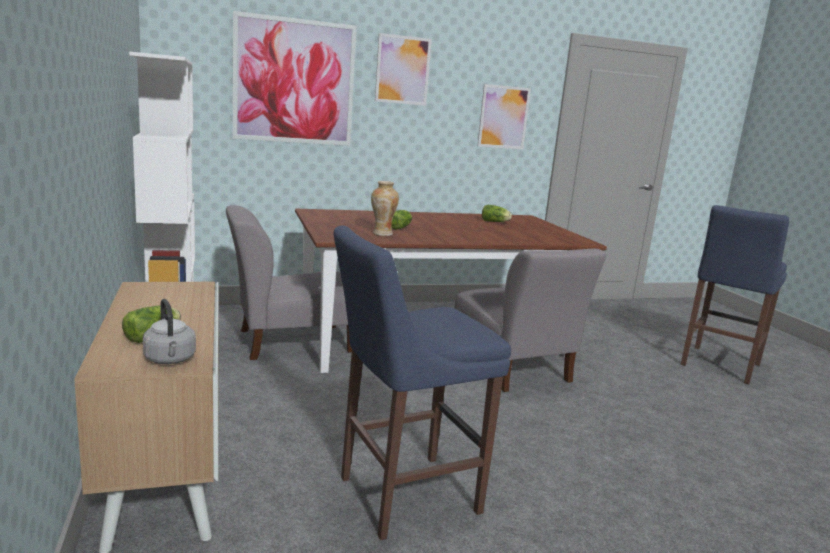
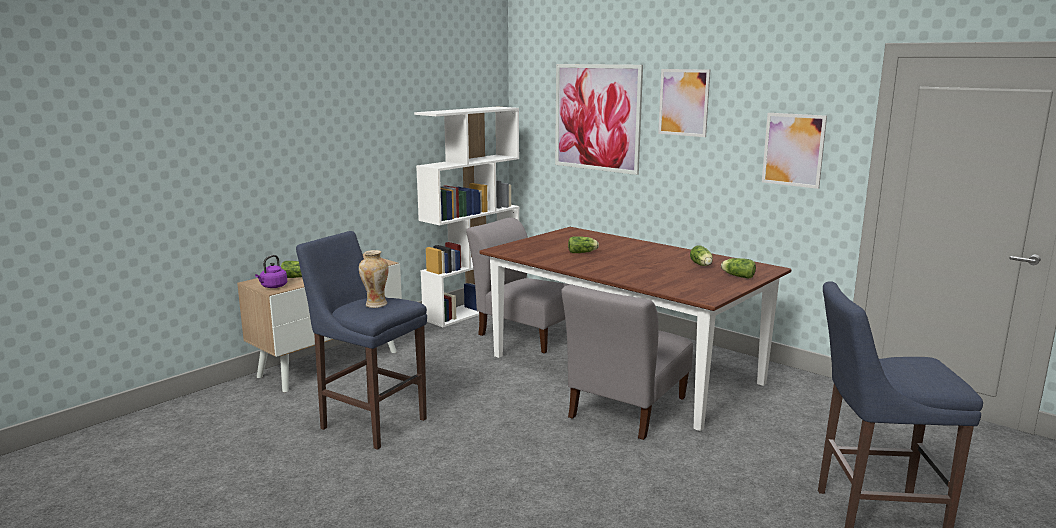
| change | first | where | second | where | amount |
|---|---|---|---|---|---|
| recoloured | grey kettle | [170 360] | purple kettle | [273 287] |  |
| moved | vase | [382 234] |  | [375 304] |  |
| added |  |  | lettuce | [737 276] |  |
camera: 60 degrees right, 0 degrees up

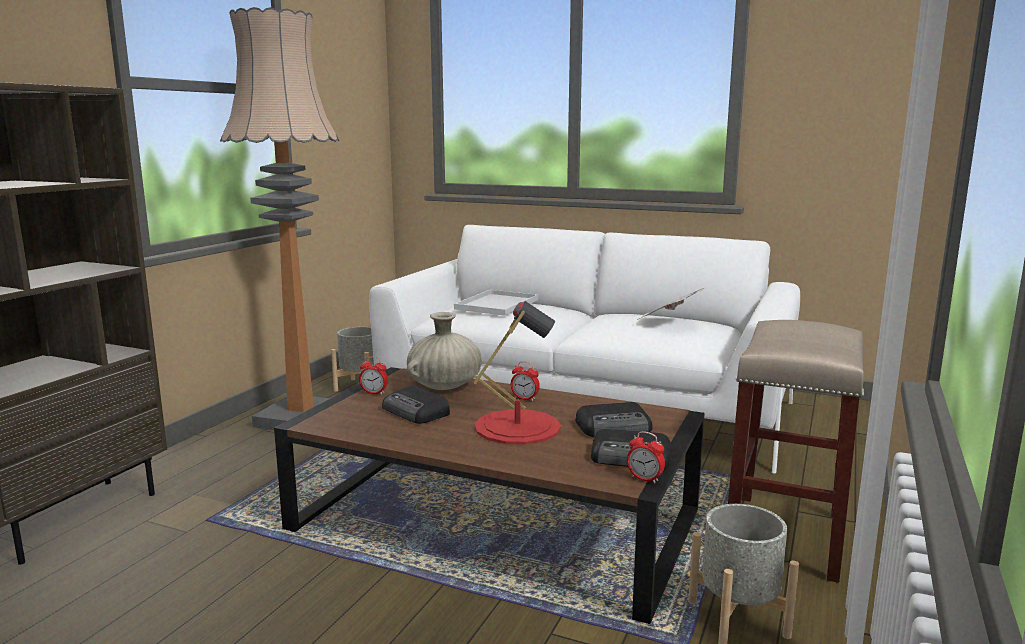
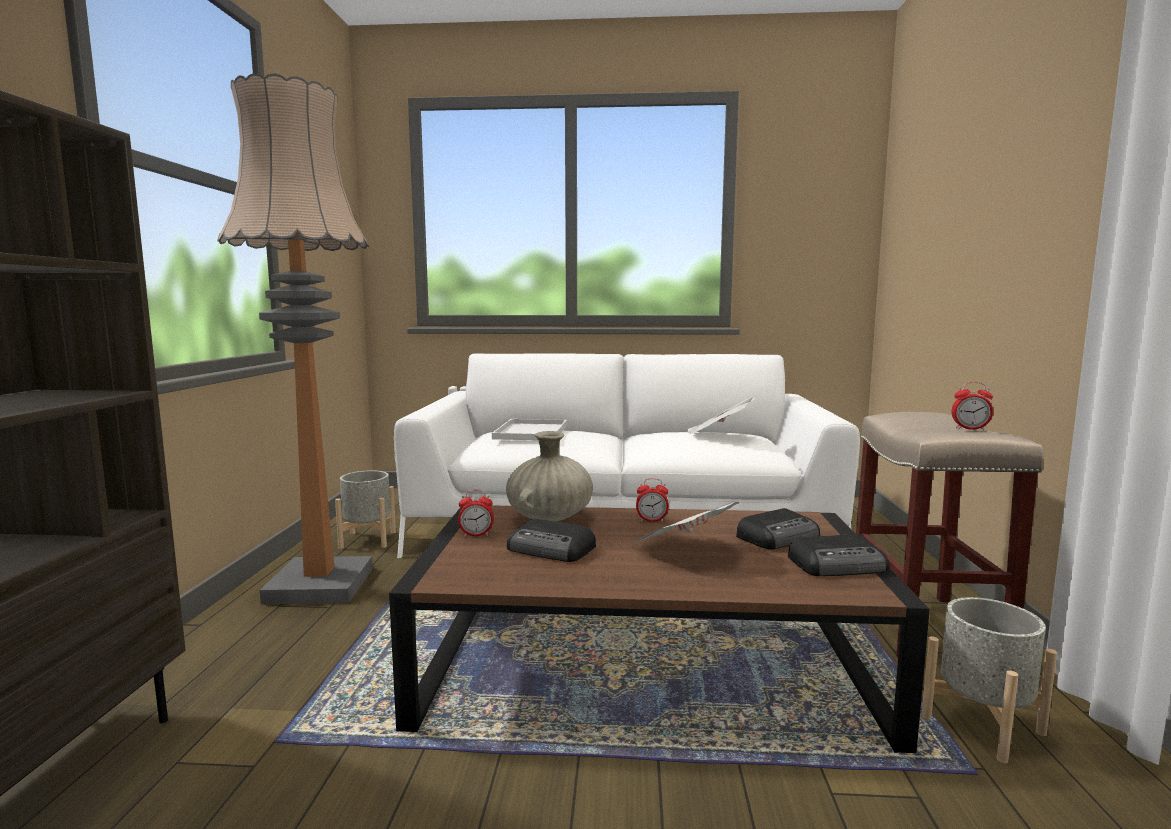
| change | first | where | second | where | amount |
|---|---|---|---|---|---|
| replaced | red table lamp | [517 427] | newspaper | [683 550] |  |
| moved | alarm clock | [645 479] |  | [970 429] |  |
camera: 20 degrees left, 5 degrees down

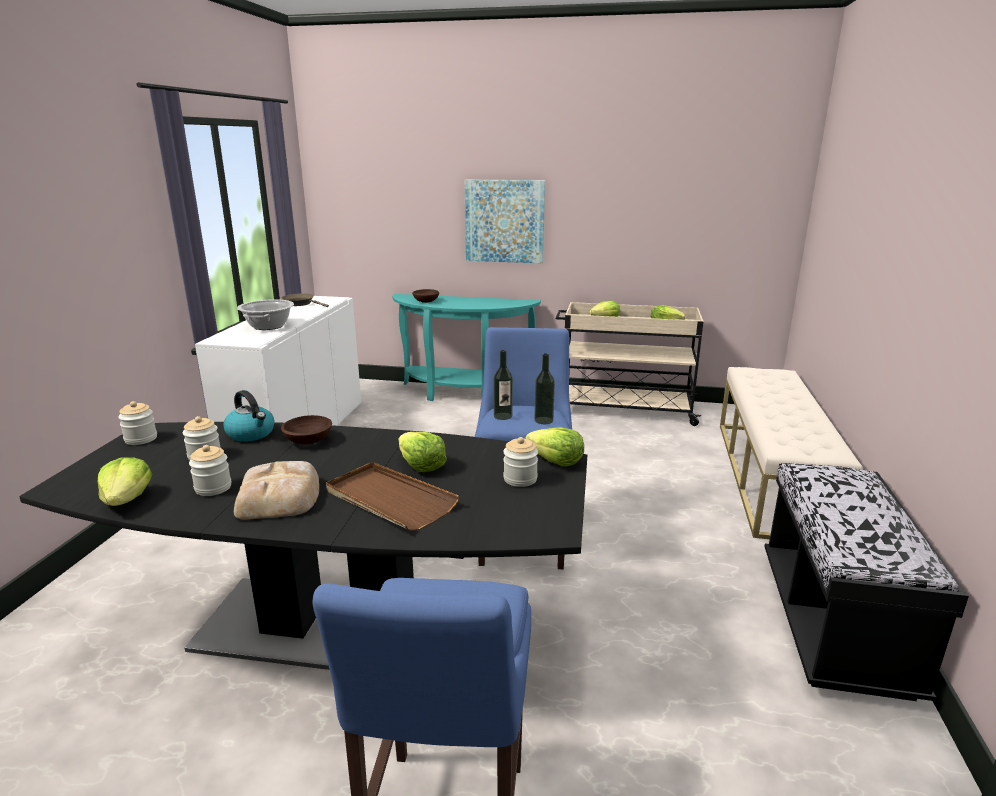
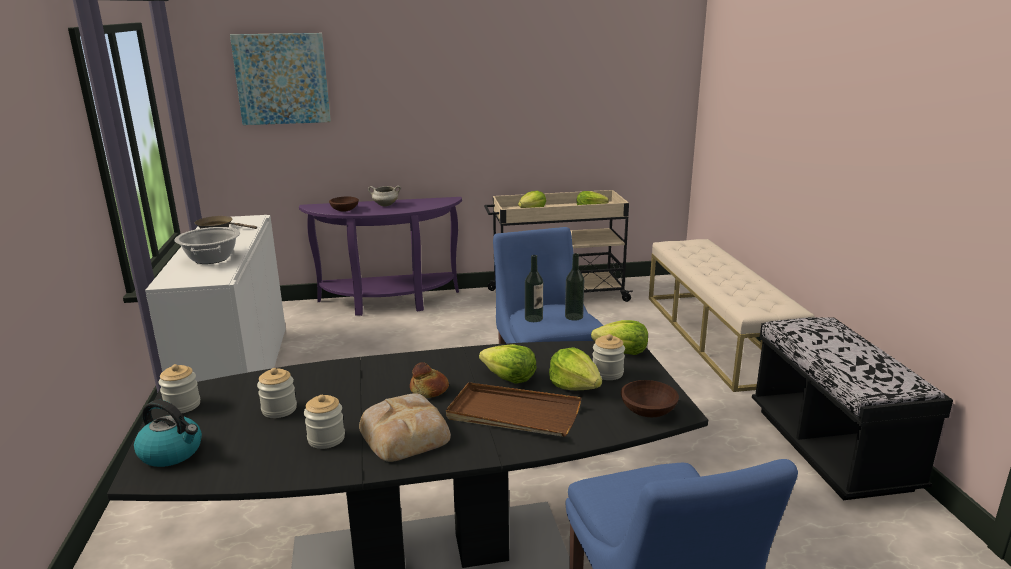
| change | first | where | second | where | amount |
|---|---|---|---|---|---|
| moved | lettuce | [127 500] |  | [575 385] |  |
| moved | kettle | [251 434] |  | [172 452] |  |
| moved | brown bowl | [308 440] |  | [647 411] |  |
| recoloured | turquoise console table | [463 393] | purple console table | [389 303] |  |
| moved | picture | [504 221] |  | [282 79] |  |
| added |  |  | white cooking pot | [385 205] |  |
| added |  |  | bread | [429 390] |  |
camera: 20 degrees left, 0 degrees up

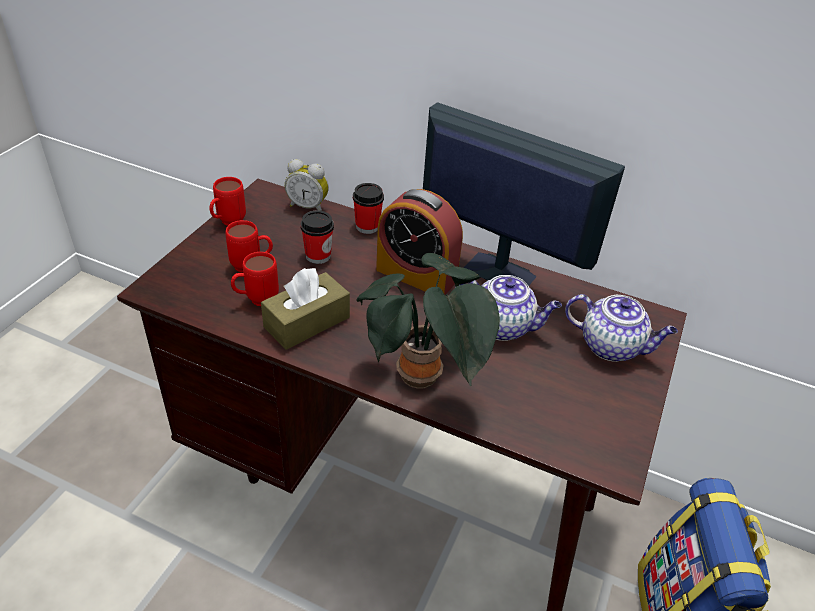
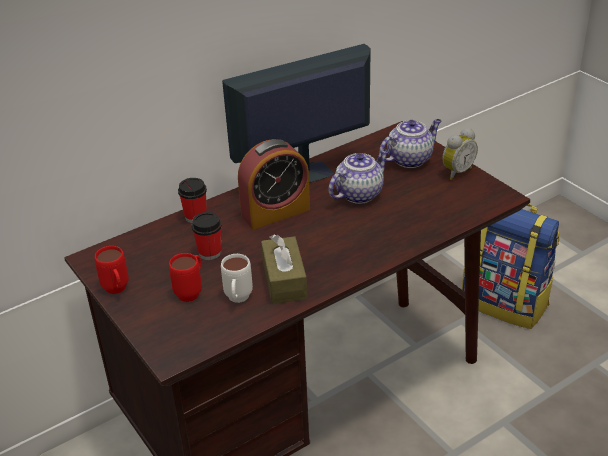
| change | first | where | second | where | amount |
|---|---|---|---|---|---|
| recoloured | red mug | [256 301] | white mug | [237 300] |  |
| moved | alarm clock | [308 207] |  | [456 172] |  |
| removed | potted plant | [422 379] |  |  |  |
camera: 55 degrees left, 5 degrees down

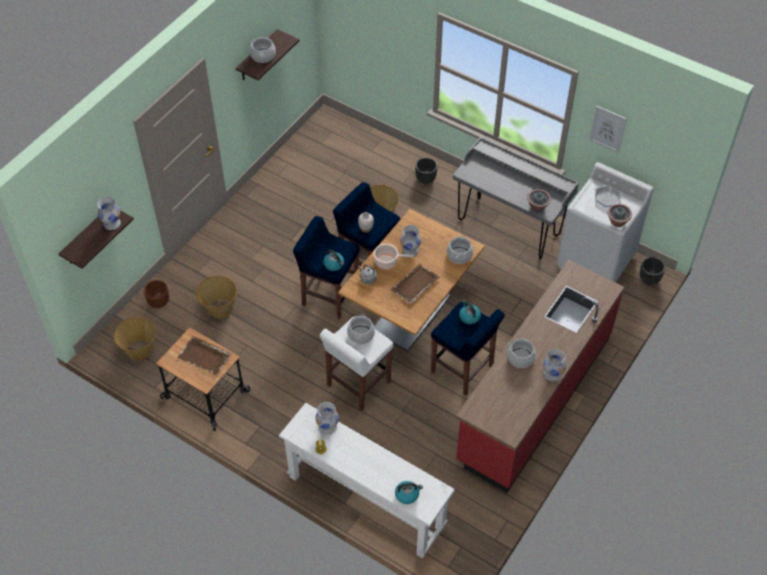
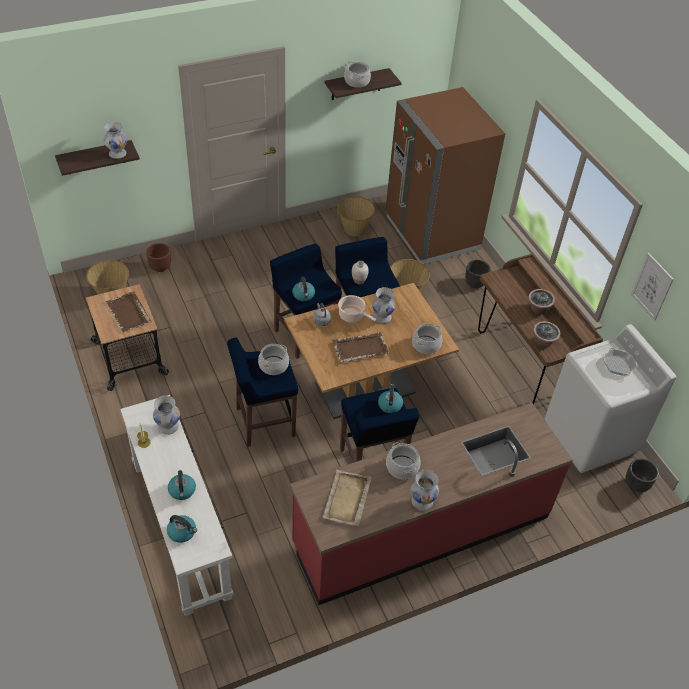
| change | first | where | second | where | amount |
|---|---|---|---|---|---|
| moved | basket | [219 308] |  | [354 228] |  |
| recoloured | white stool | [357 384] | blue stool | [264 422] |  |
| recoloured | grey desk | [509 227] | brown desk | [523 362] |  |
| moved | potted plant | [617 222] |  | [538 309] |  |
| added |  |  | kettle | [182 491] |  |
| added |  |  | beige tray | [347 499] |  |
| added |  |  | brown fridge | [431 233] |  |
camera: 30 degrees right, 5 degrees down

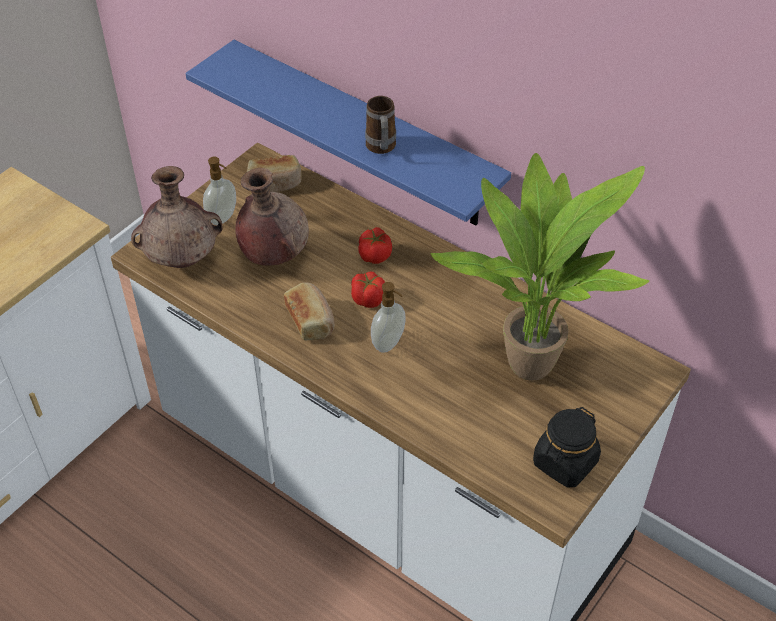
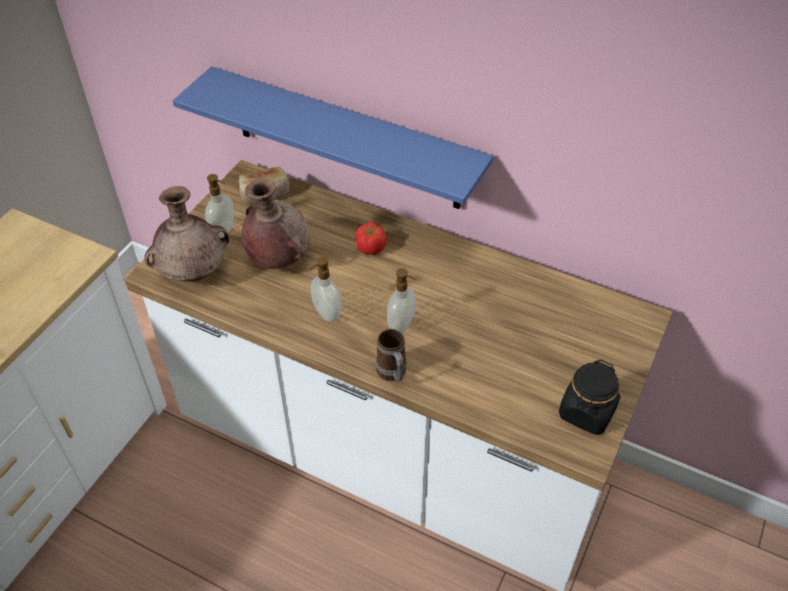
| change | first | where | second | where | amount |
|---|---|---|---|---|---|
| replaced | bread | [311 320] | soap dispenser | [326 313] |  |
| removed | tomato | [368 299] |  |  |  |
| moved | mug | [381 149] |  | [393 375] |  |
| removed | potted plant | [528 360] |  |  |  |
camera: 10 degrees left, 0 degrees up

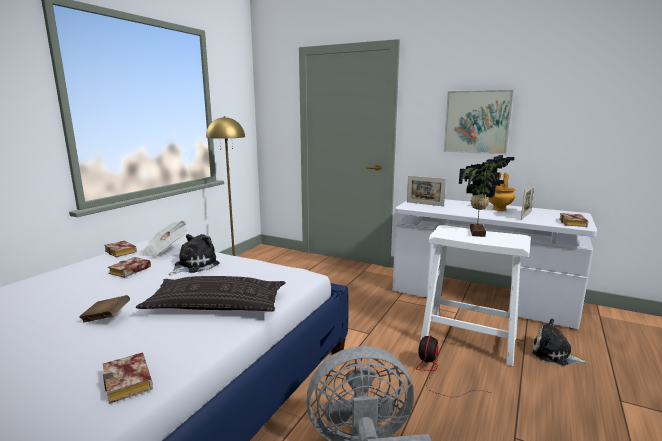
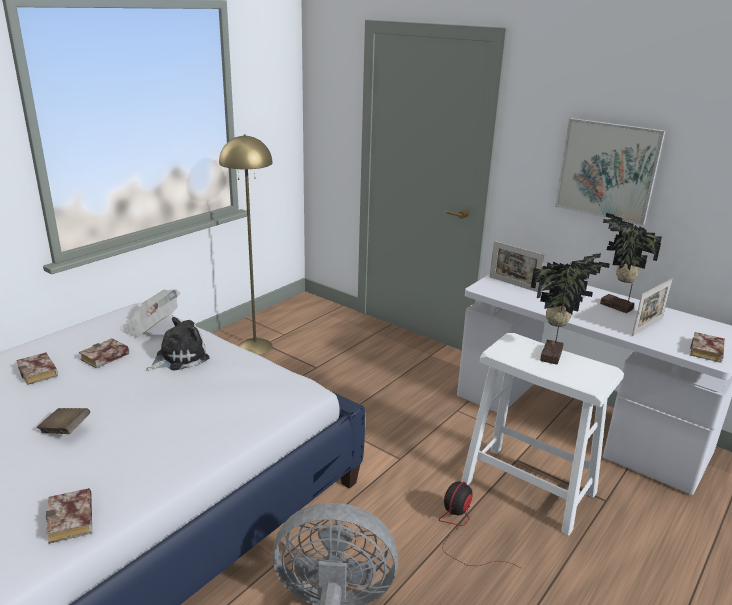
| change | first | where | second | where | amount |
|---|---|---|---|---|---|
| moved | book | [122 252] |  | [40 372] |  |
| removed | pillow | [215 304] |  |  |  |
| replaced | brown vase | [498 209] | potted plant | [616 307] |  |
| removed | plush toy | [554 354] |  |  |  |
camera: 10 degrees right, 10 degrees up

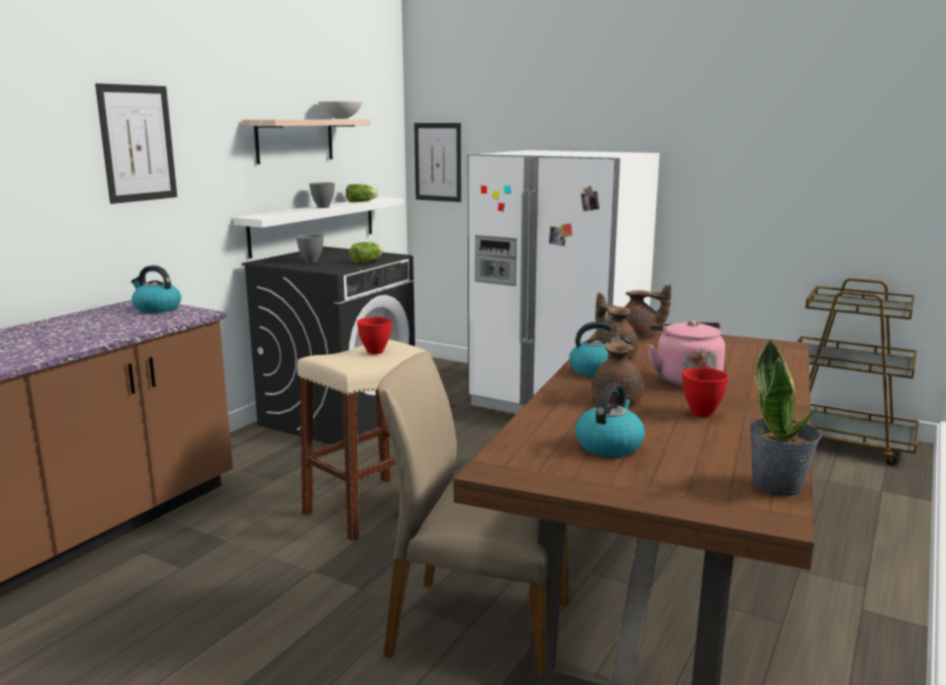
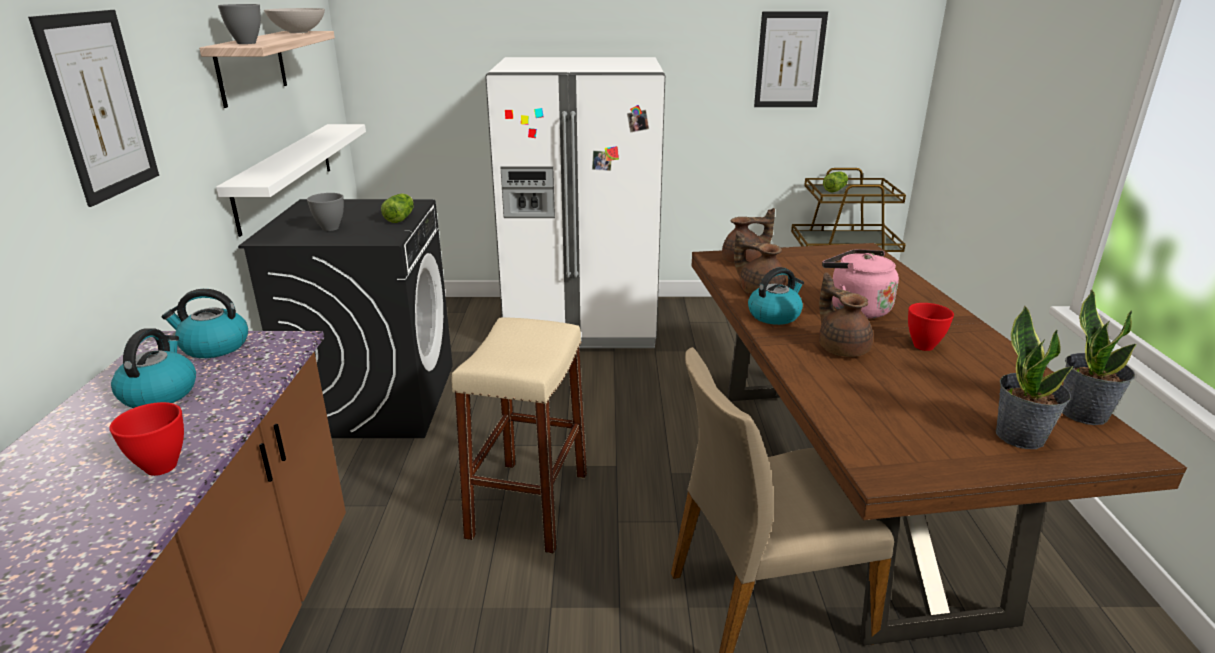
| change | first | where | second | where | amount |
|---|---|---|---|---|---|
| moved | grey bowl | [323 207] |  | [247 43] |  |
| moved | lettuce | [362 201] |  | [836 189] |  |
| moved | red bowl | [374 352] |  | [160 467] |  |
| moved | picture | [438 162] |  | [789 60] |  |
| moved | kettle | [609 445] |  | [159 393] |  |
| added |  |  | potted plant | [1020 436] |  |
camera: 30 degrees left, 10 degrees up

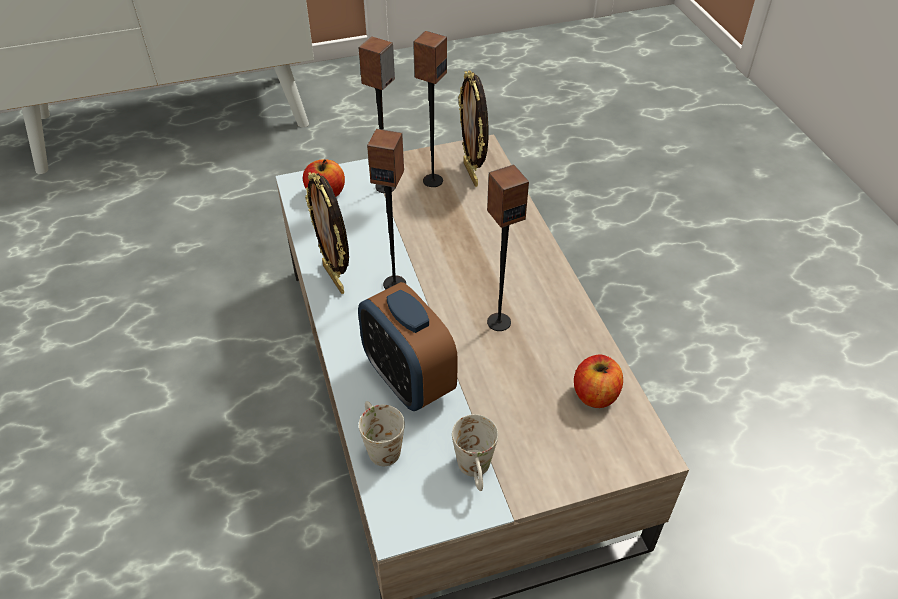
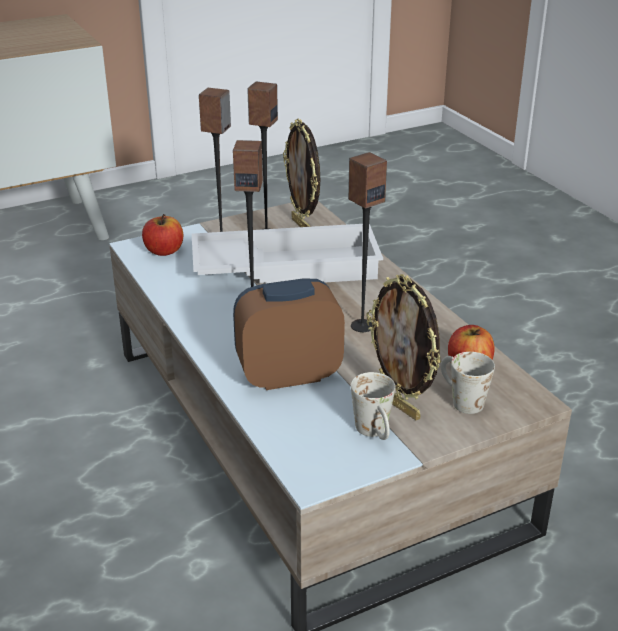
| change | first | where | second | where | amount |
|---|---|---|---|---|---|
| moved | picture frame | [335 278] |  | [400 406] |  |
| turned | alarm clock | [408 380] |  | [288 375] | 120 degrees clockwise |
| moved | white mug | [379 444] |  | [460 399] |  |
| added |  |  | white tray | [287 266] |  |
camera: 10 degrees left, 15 degrees down

